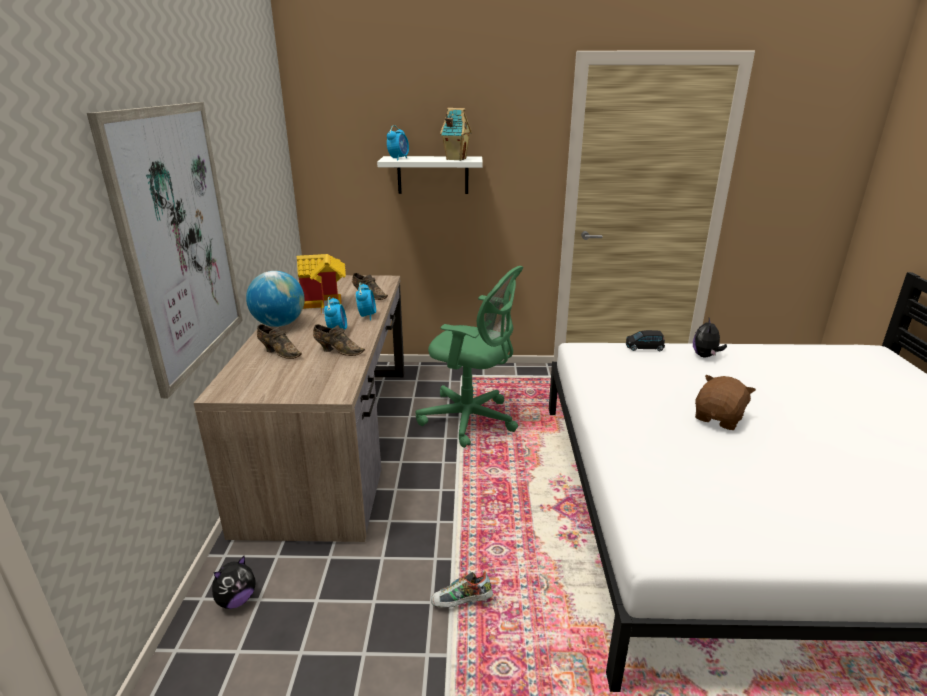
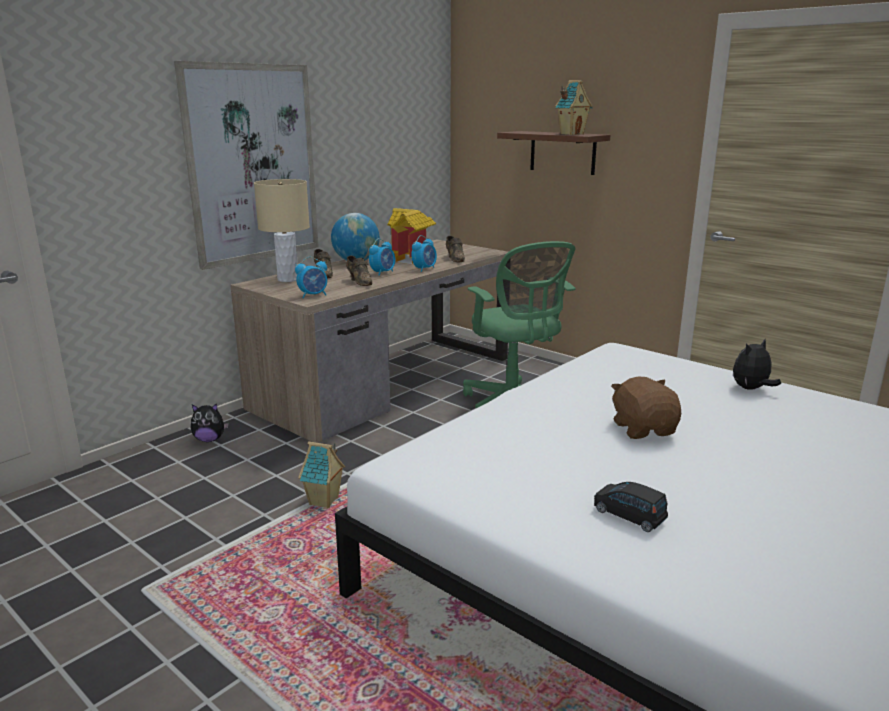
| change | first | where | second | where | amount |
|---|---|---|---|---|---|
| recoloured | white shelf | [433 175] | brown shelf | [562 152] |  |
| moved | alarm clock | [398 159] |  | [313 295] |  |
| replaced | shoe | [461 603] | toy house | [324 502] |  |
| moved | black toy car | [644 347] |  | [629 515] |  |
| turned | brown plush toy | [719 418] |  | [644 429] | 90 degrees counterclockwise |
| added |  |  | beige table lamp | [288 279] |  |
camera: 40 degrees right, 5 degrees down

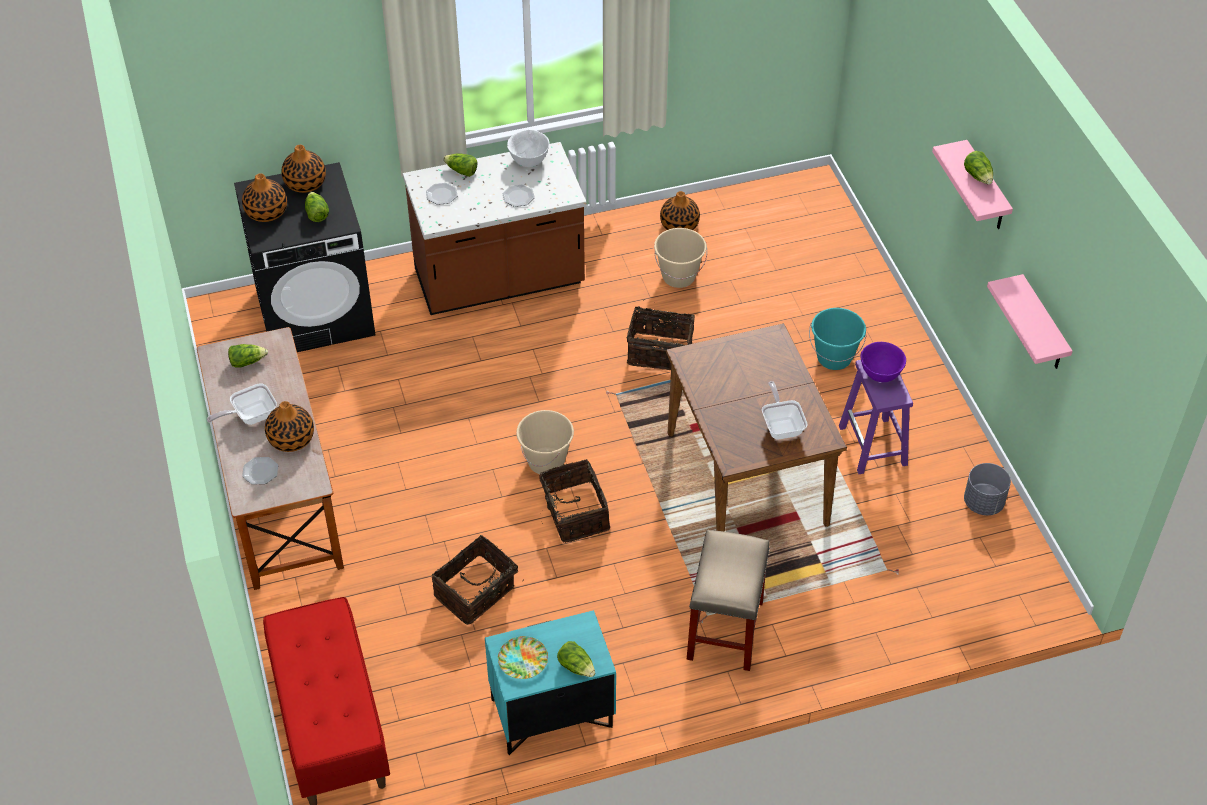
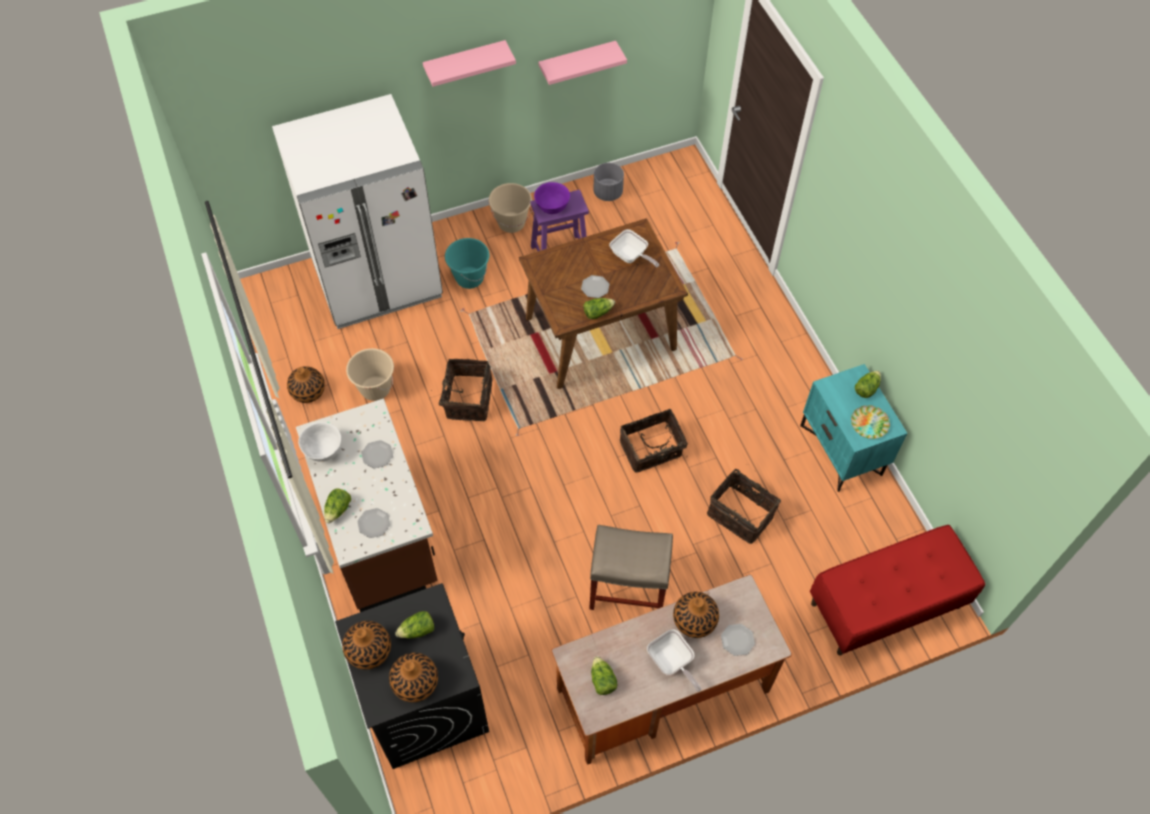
| change | first | where | second | where | amount |
|---|---|---|---|---|---|
| moved | beige bucket | [546 462] |  | [511 223] |  |
| moved | beige stool | [725 631] |  | [629 589] |  |
| turned | frying pan | [781 426] |  | [631 257] | 120 degrees counterclockwise |
| moved | lettuce | [978 176] |  | [597 312] |  |
| added |  |  | white fridge | [377 280] |  |
| added |  |  | plate | [595 287] |  |
camera: 95 degrees left, 10 degrees up

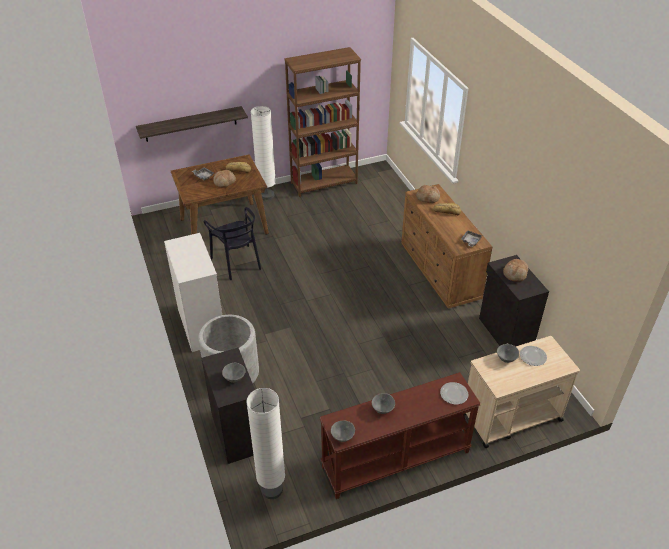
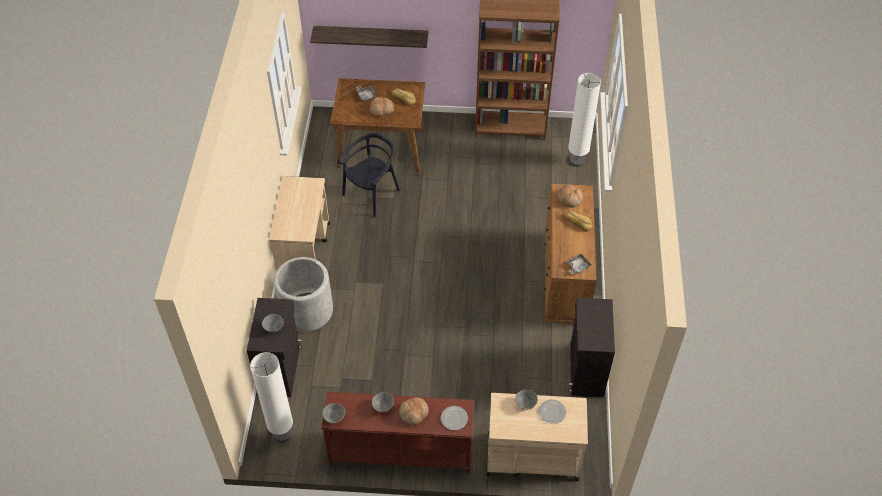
| change | first | where | second | where | amount |
|---|---|---|---|---|---|
| replaced | white dresser | [201 325] | beige cart | [304 251] |  |
| turned | black chair | [237 262] |  | [372 194] | 135 degrees counterclockwise |
| moved | white floor lamp | [267 195] |  | [577 160] |  |
| moved | bread | [515 274] |  | [414 413] |  |
camera: 25 degrees right, 10 degrees up

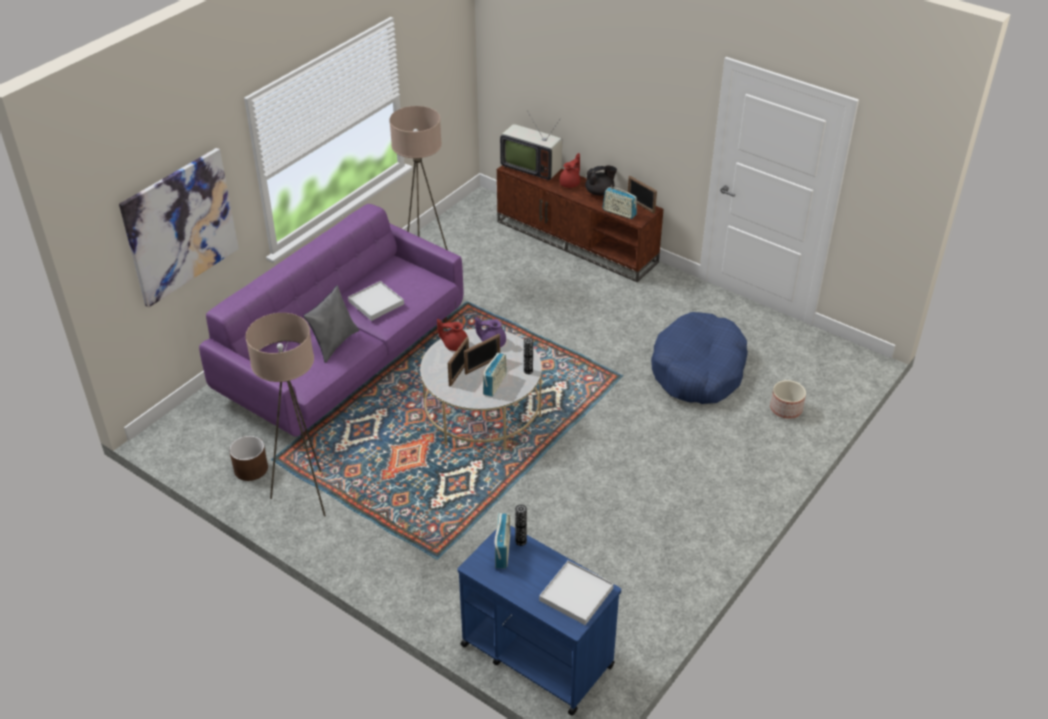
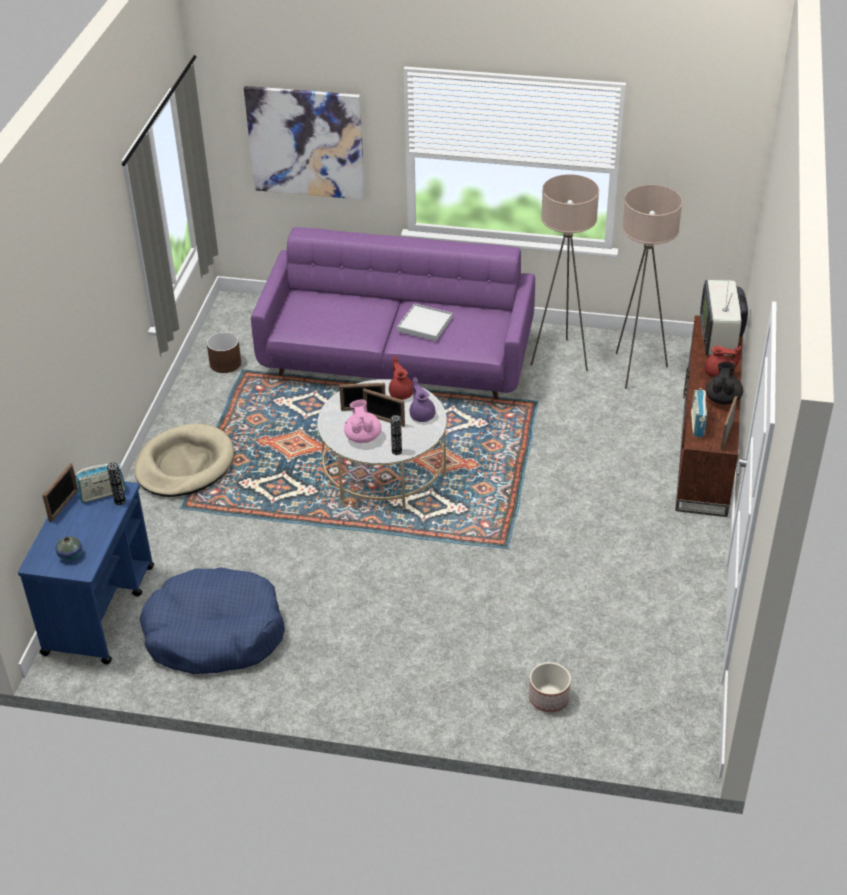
| change | first | where | second | where | amount |
|---|---|---|---|---|---|
| moved | beige floor lamp | [305 495] |  | [636 369] |  |
| removed | grey pillow | [334 343] |  |  |  |
| replaced | radio | [495 384] | pink teapot | [363 436] |  |
| replaced | white tray | [576 595] | vase | [70 555] |  |
| turned | black teapot | [600 192] |  | [722 398] | 120 degrees counterclockwise |
| moved | blue dog bed | [698 370] |  | [214 633] |  |
| added |  |  | picture frame | [64 505] |  |
| added |  |  | beige dog bed | [184 465] |  |
camera: 65 degrees right, 0 degrees up

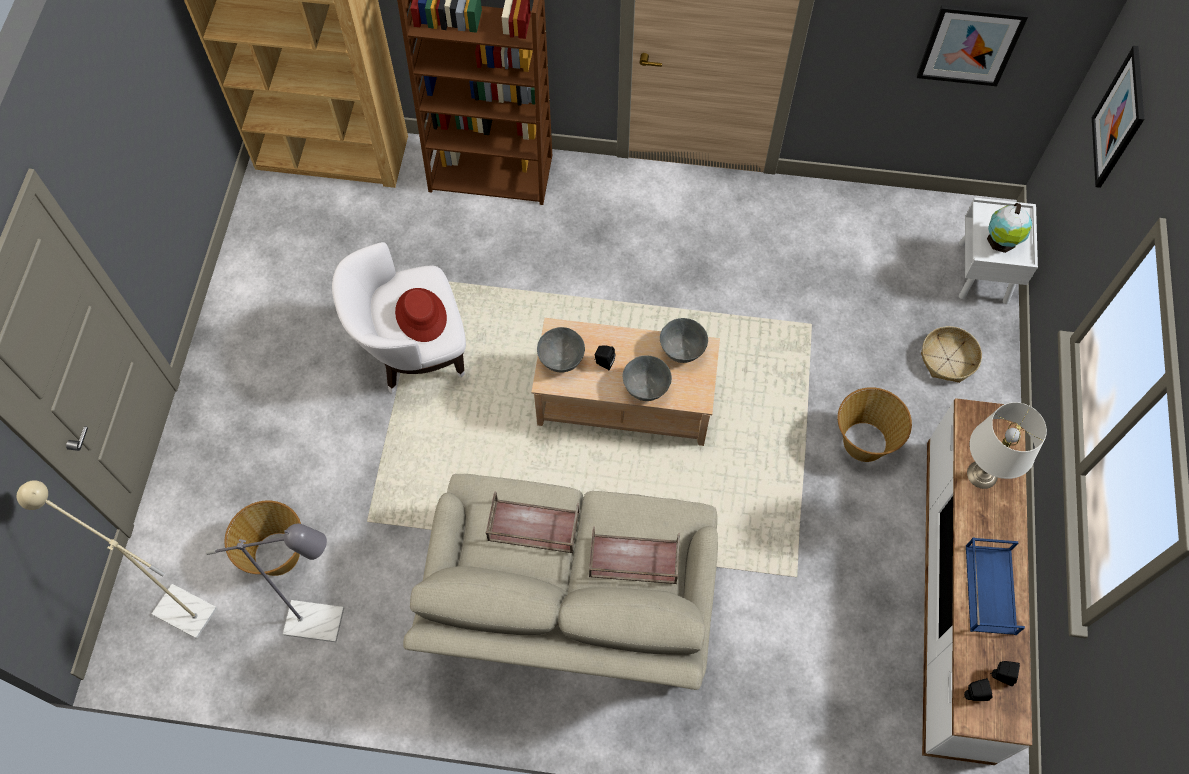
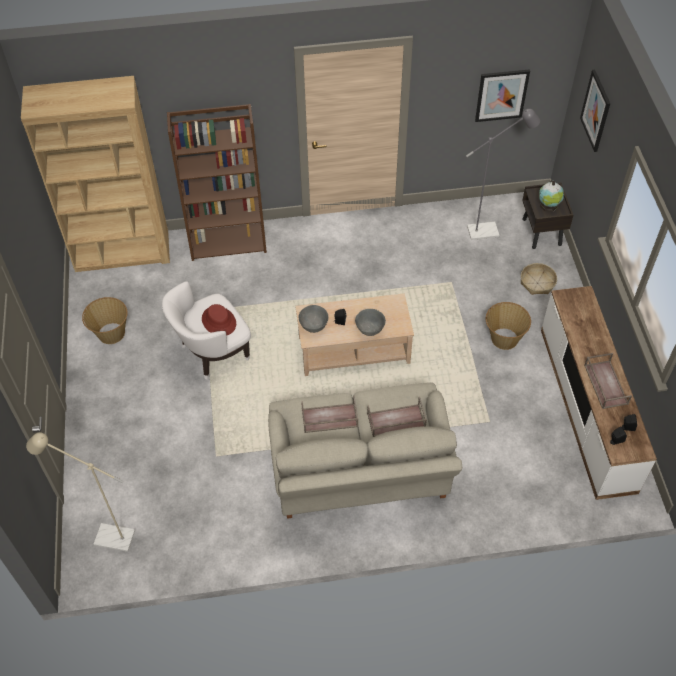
| change | first | where | second | where | amount |
|---|---|---|---|---|---|
| moved | grey floor lamp | [325 622] |  | [489 230] |  |
| moved | basket | [276 553] |  | [111 333] |  |
| removed | grey bowl | [682 350] |  |  |  |
| recoloured | white nightstand | [983 273] | brown nightstand | [542 232] |  |
| recoloured | blue tray | [989 588] | brown tray | [605 384] |  |
| removed | white table lamp | [982 474] |  |  |  |
camera: 15 degrees left, 10 degrees down

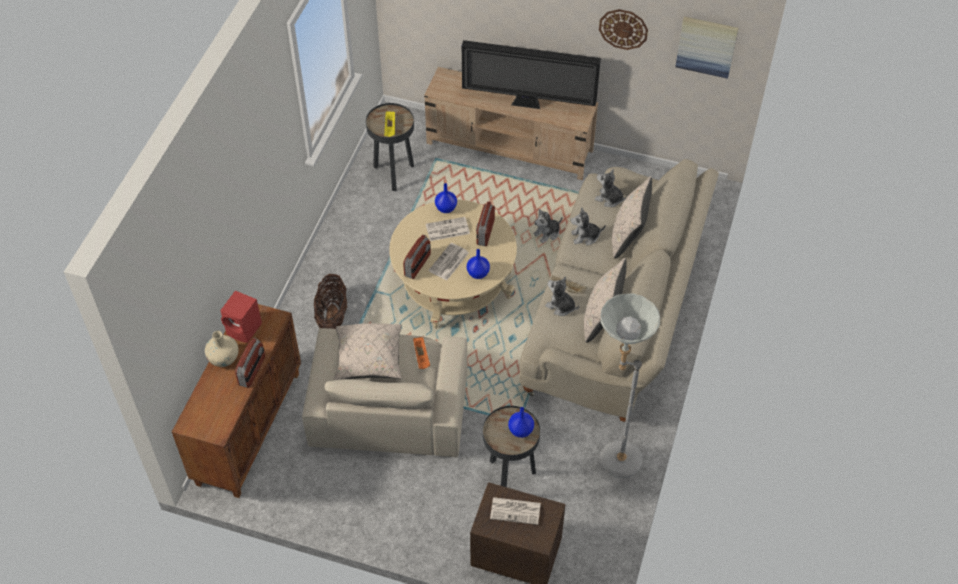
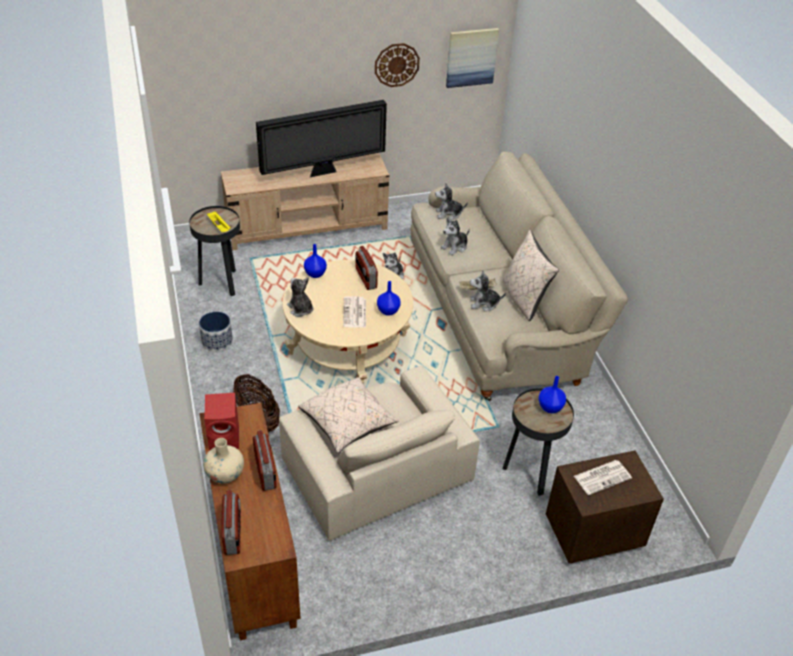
| change | first | where | second | where | amount |
|---|---|---|---|---|---|
| moved | radio | [417 265] |  | [233 533] |  |
| removed | orange tray | [421 357] |  |  |  |
| removed | newspaper | [447 229] |  |  |  |
| removed | grey floor lamp | [611 457] |  |  |  |
| removed | beige pillow | [628 236] |  |  |  |
| added |  |  | planter | [217 341] |  |
| added |  |  | plush toy | [300 309] |  |
camera: 35 degrees left, 10 degrees down

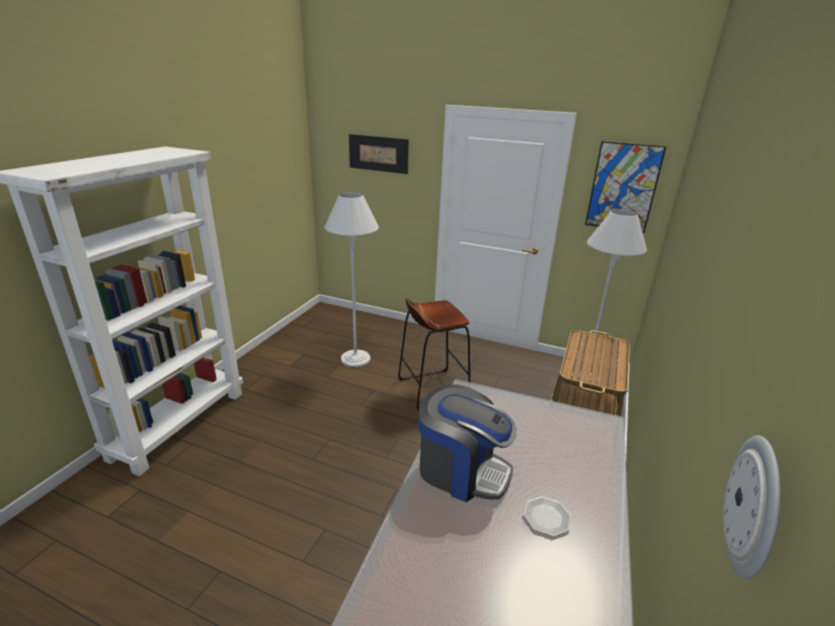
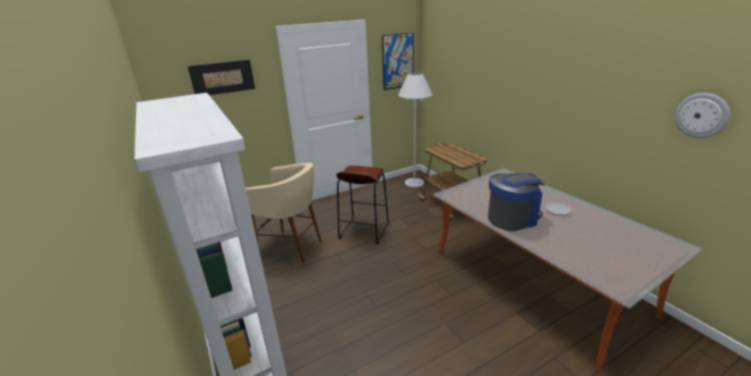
| change | first | where | second | where | amount |
|---|---|---|---|---|---|
| replaced | white floor lamp | [355 359] | beige stool | [291 247] |  |
camera: 50 degrees left, 0 degrees up

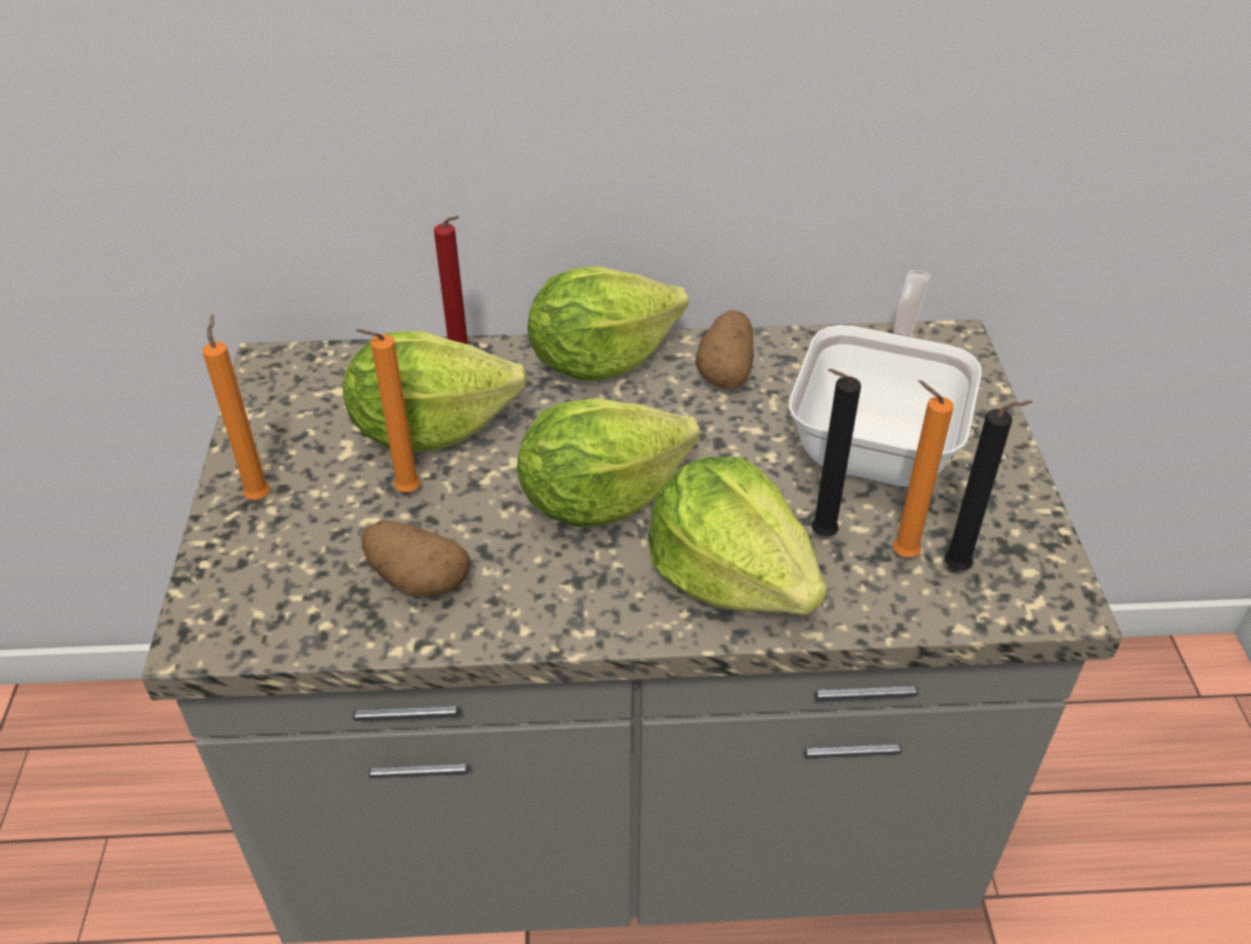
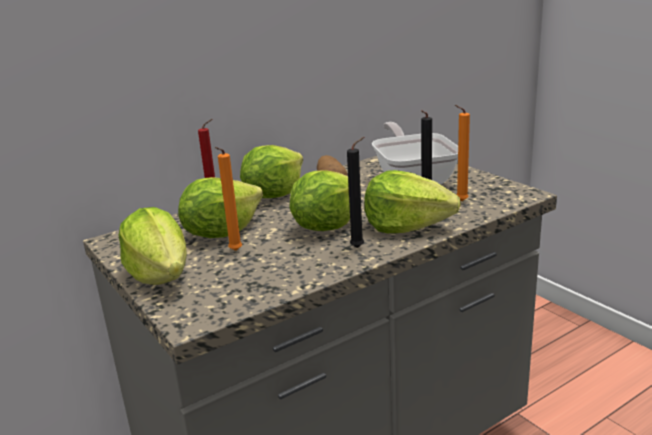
| change | first | where | second | where | amount |
|---|---|---|---|---|---|
| replaced | orange candle | [260 495] | lettuce | [160 275] |  |
| removed | potato | [416 579] |  |  |  |
| moved | black candle | [961 569] |  | [359 247] |  |
camera: 30 degrees left, 20 degrees down

